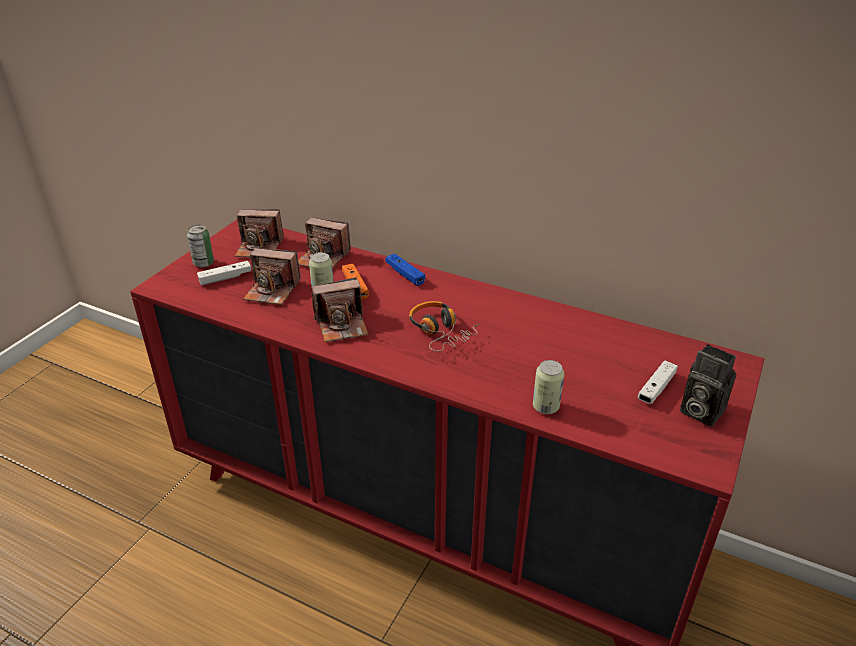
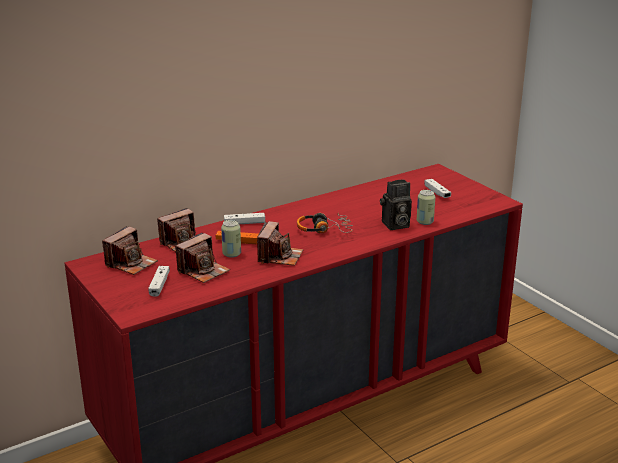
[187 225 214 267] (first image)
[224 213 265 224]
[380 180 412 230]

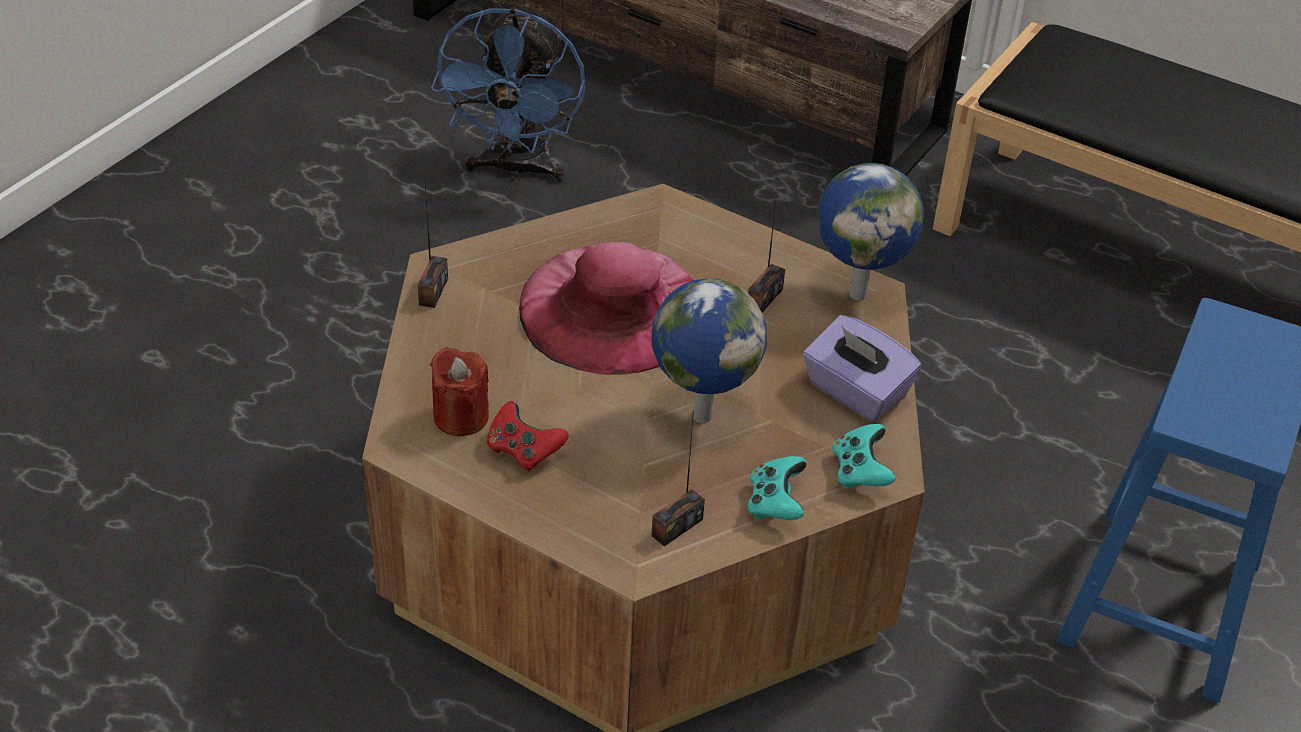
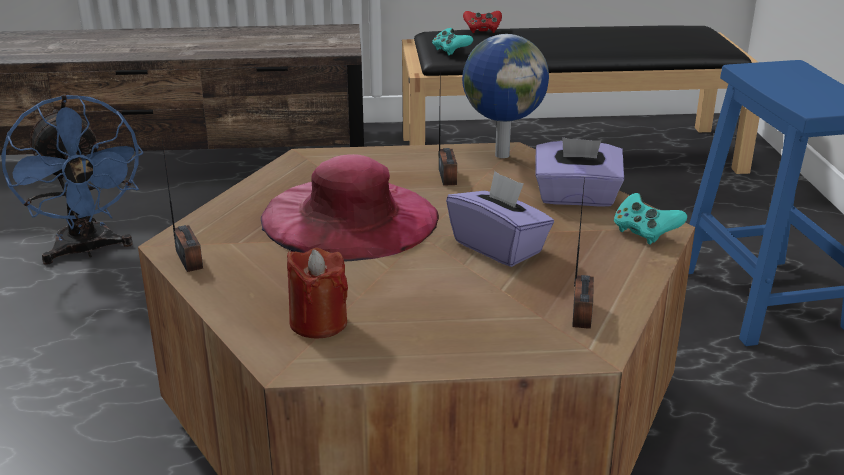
[446 171 554 267]
[463 11 502 33]
[432 28 473 55]

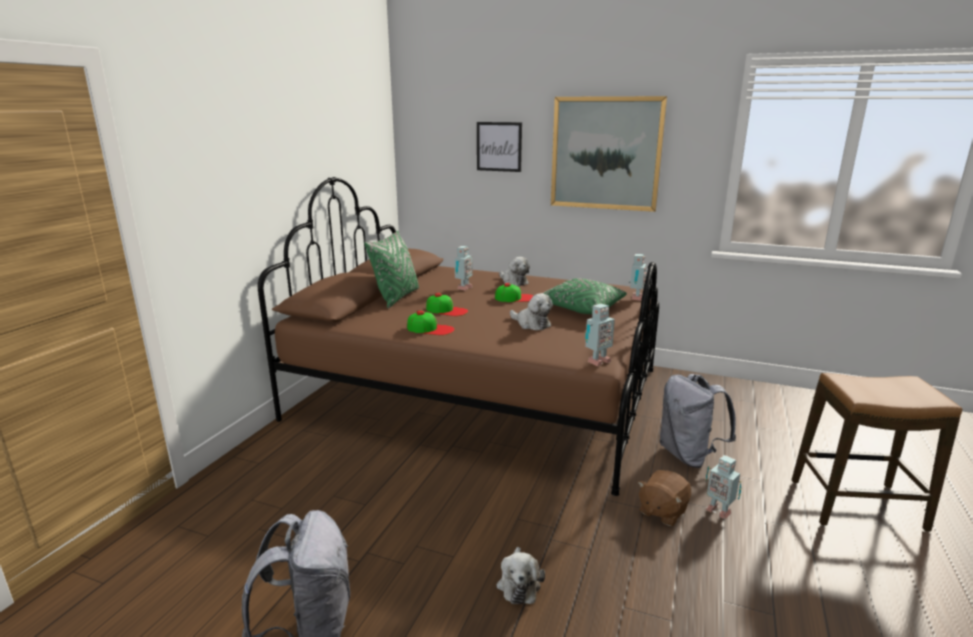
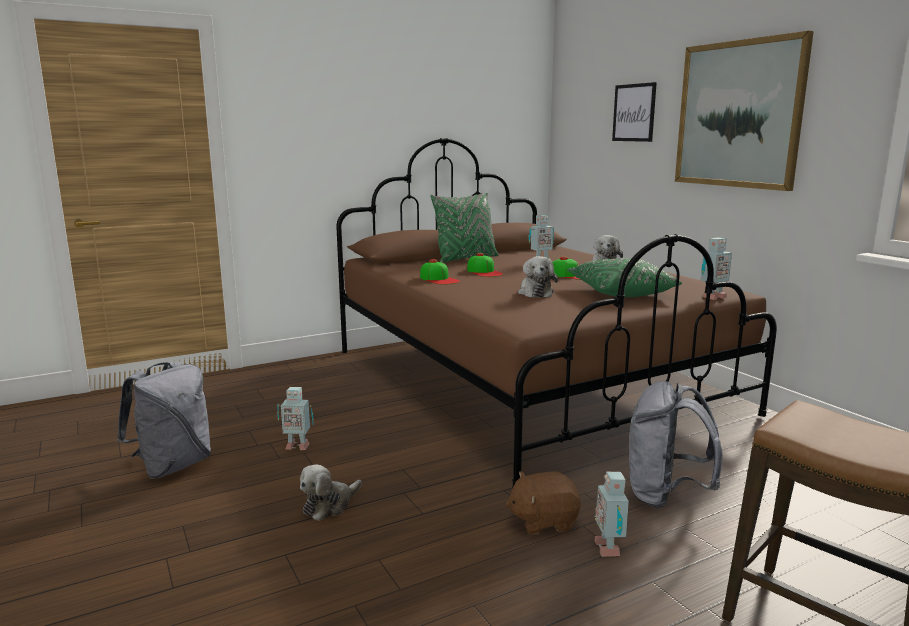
[277 387 314 450]

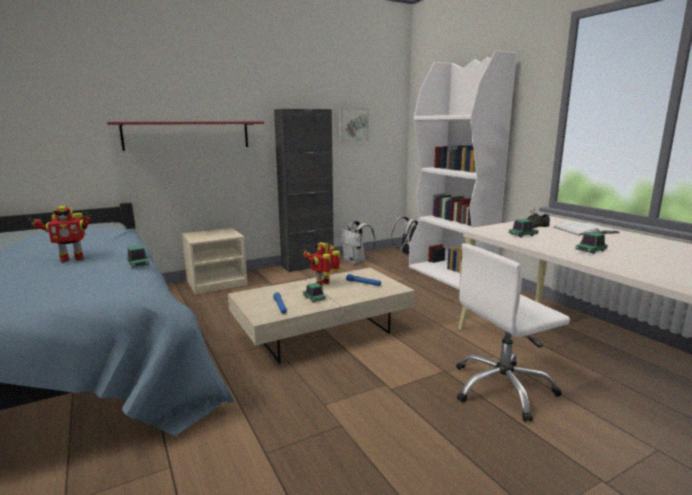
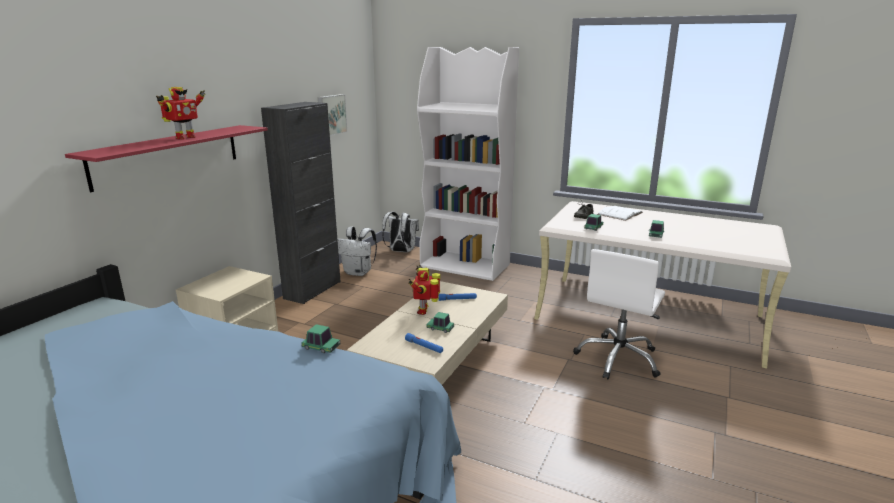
[156 87 206 140]

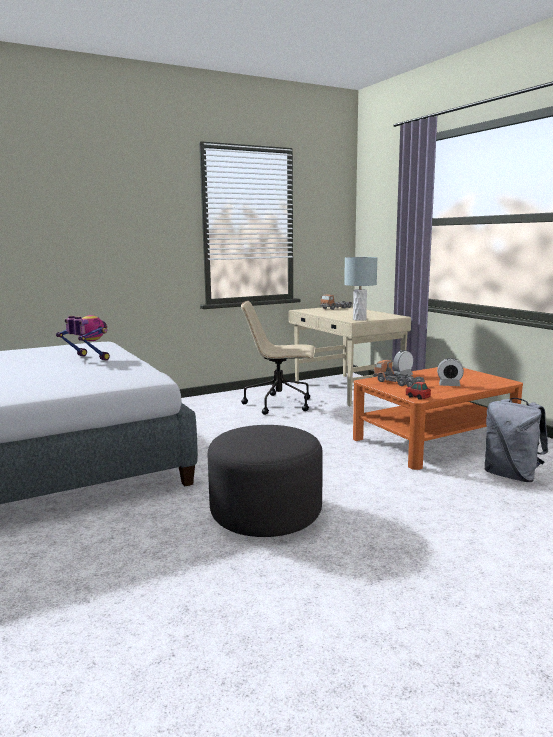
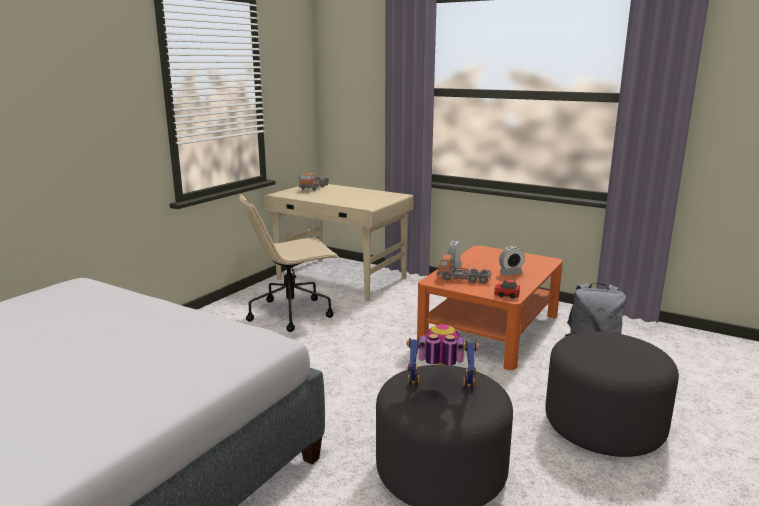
[344 257 378 321] (first image)
[407 324 479 389]
[546 332 679 457]

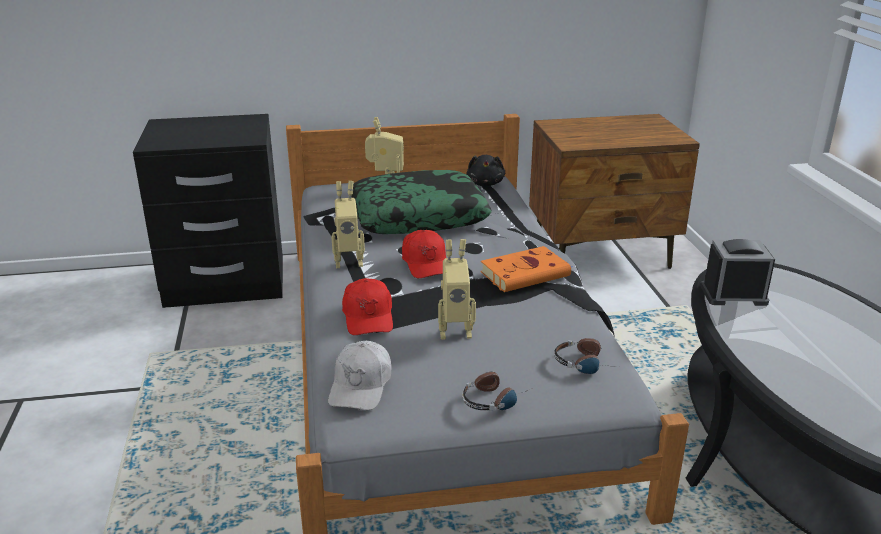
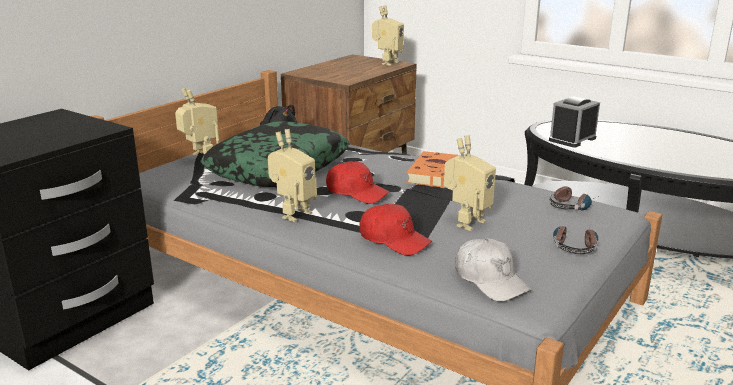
[372 5 404 66]

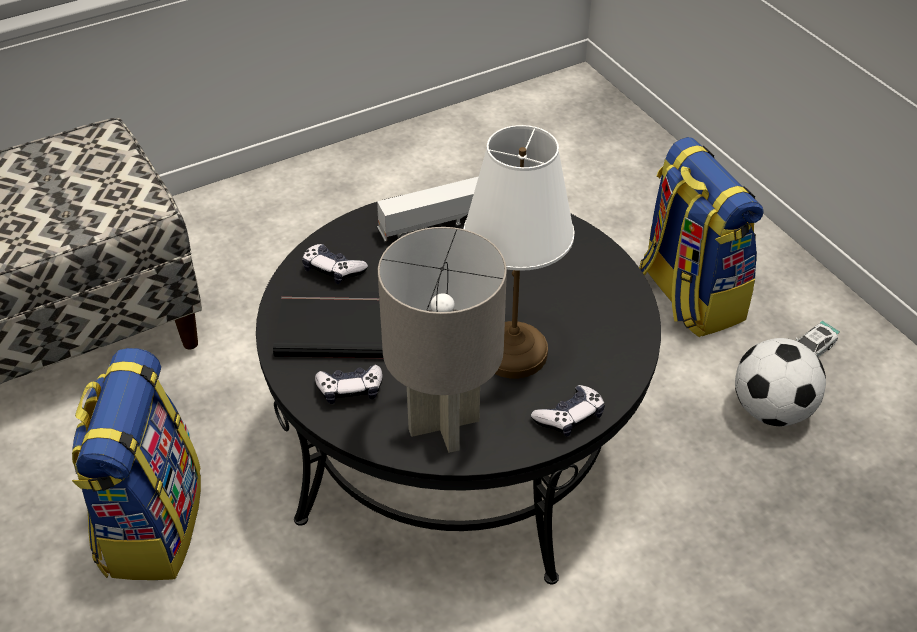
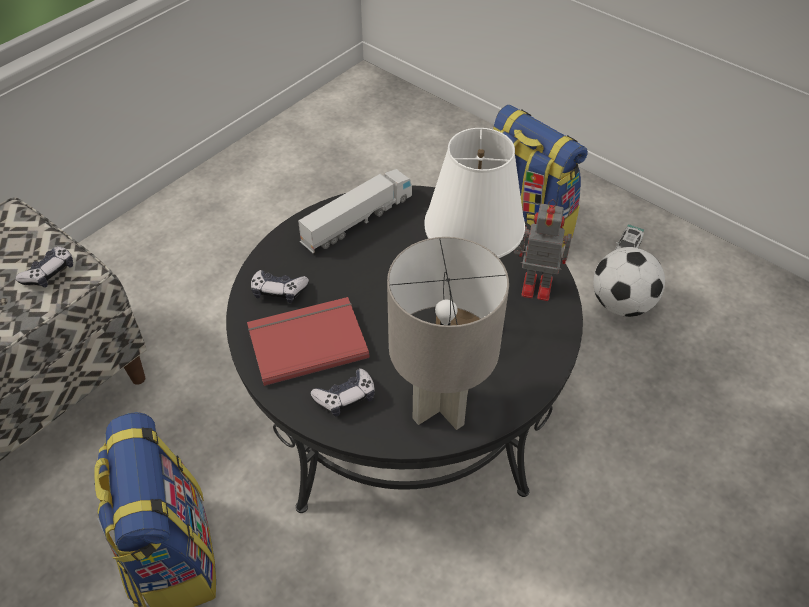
[247 297 369 386]
[16 247 73 288]
[514 199 572 301]

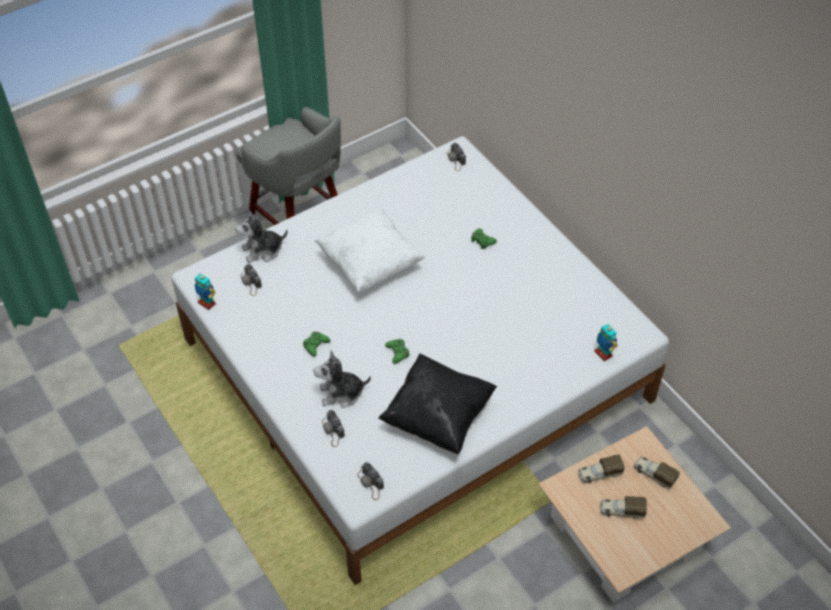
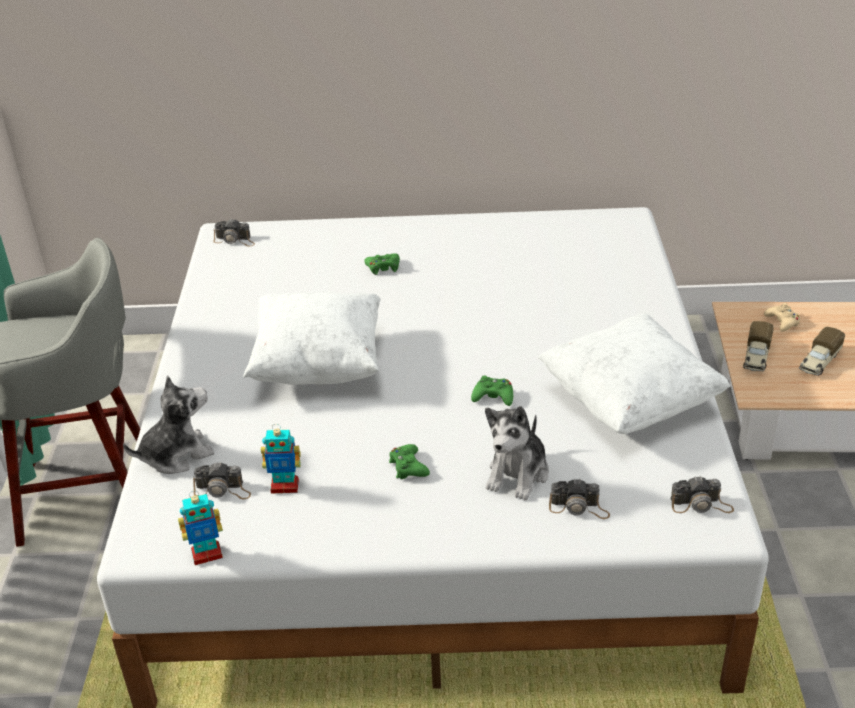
[123 375 214 474]
[261 424 301 494]
[537 313 730 434]
[764 303 800 332]

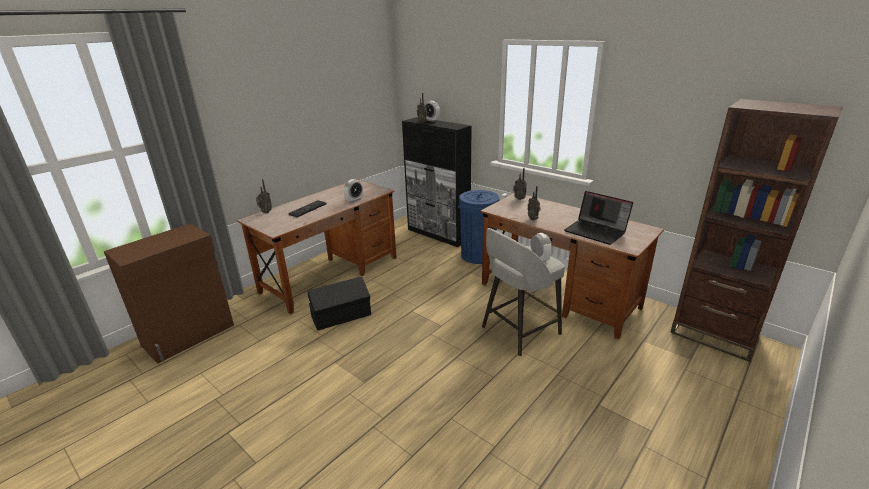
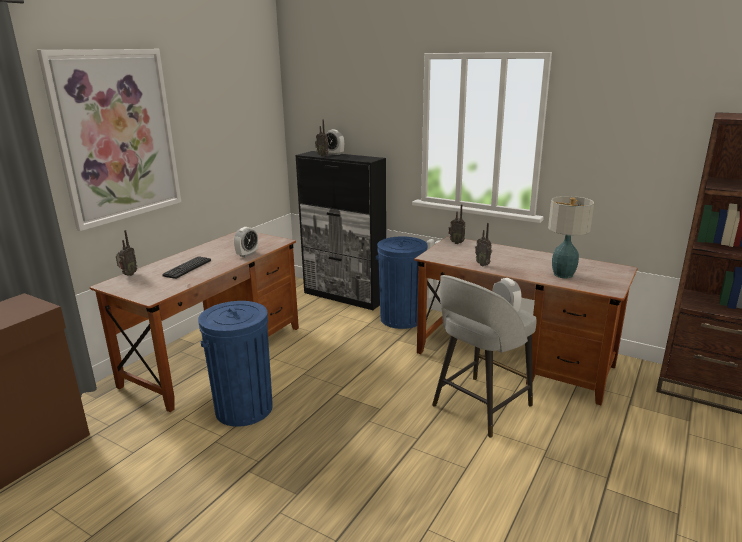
[548 196 594 278]
[198 301 273 427]
[37 49 181 231]

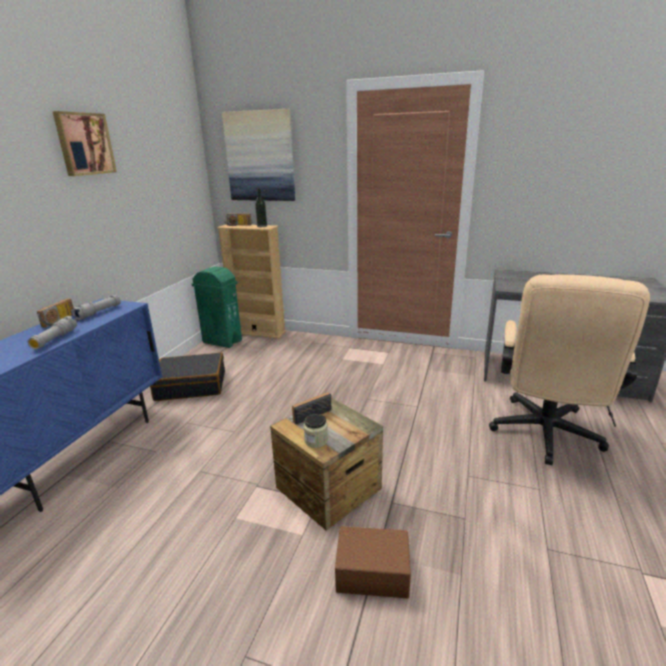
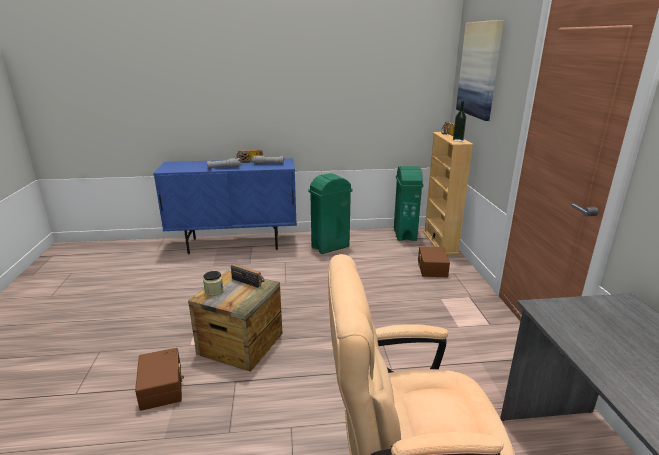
[52 111 117 176] (first image)
[308 173 353 254]
[418 246 450 277]

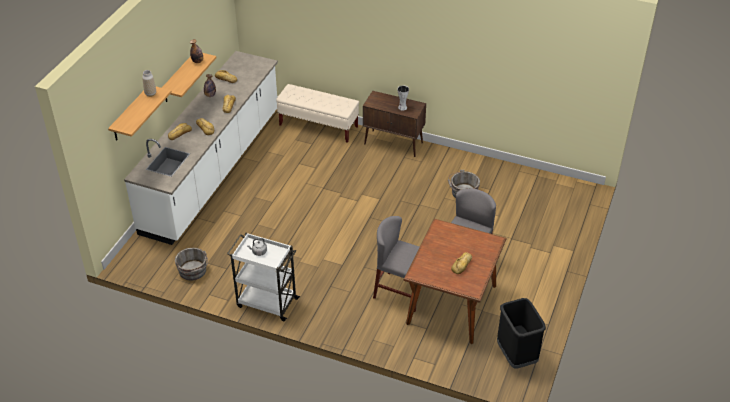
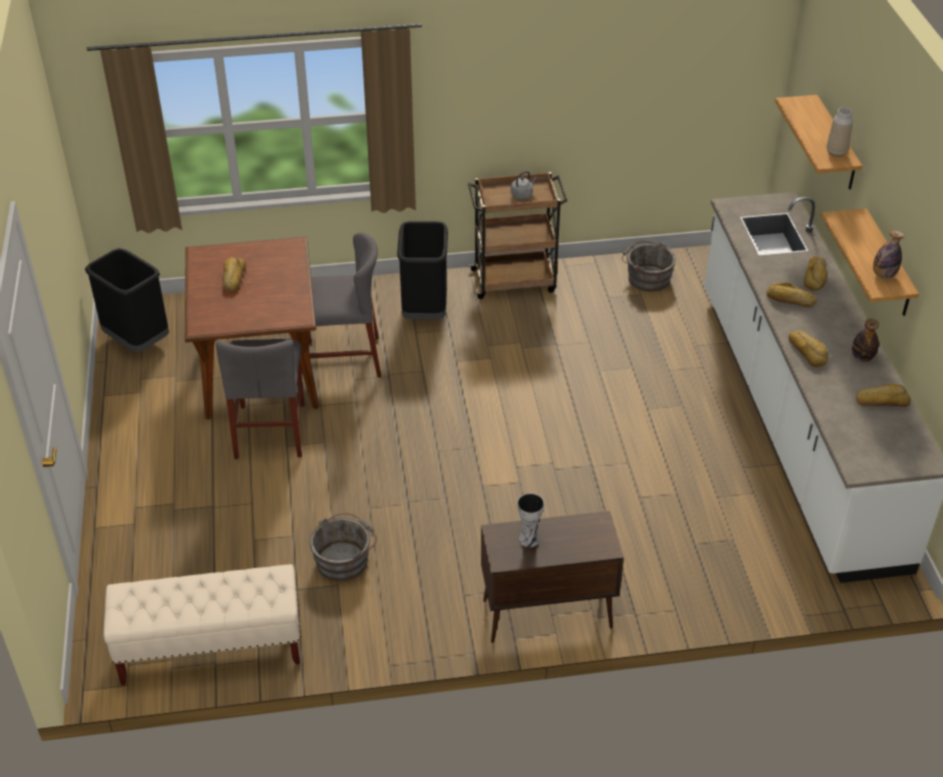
[103 564 301 685]
[468 172 567 299]
[397 221 448 319]

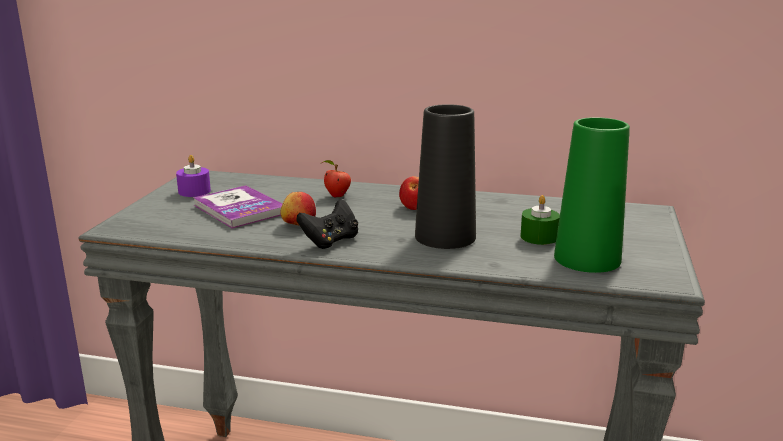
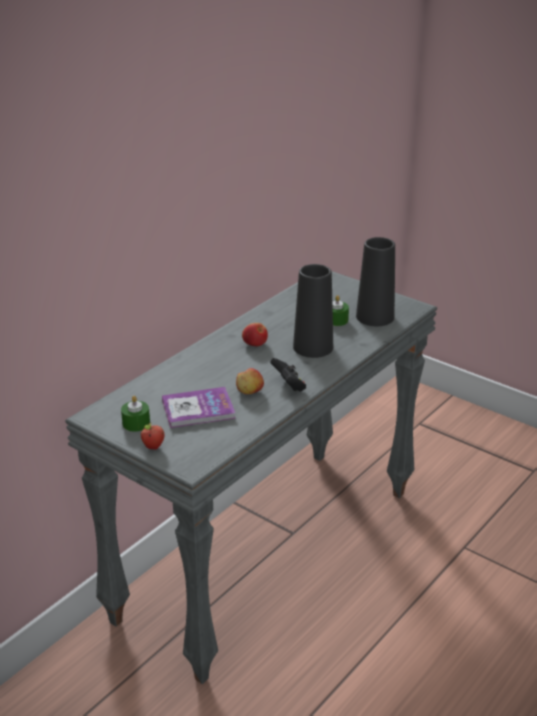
[356 237 395 326]
[121 396 150 432]
[140 423 164 450]

